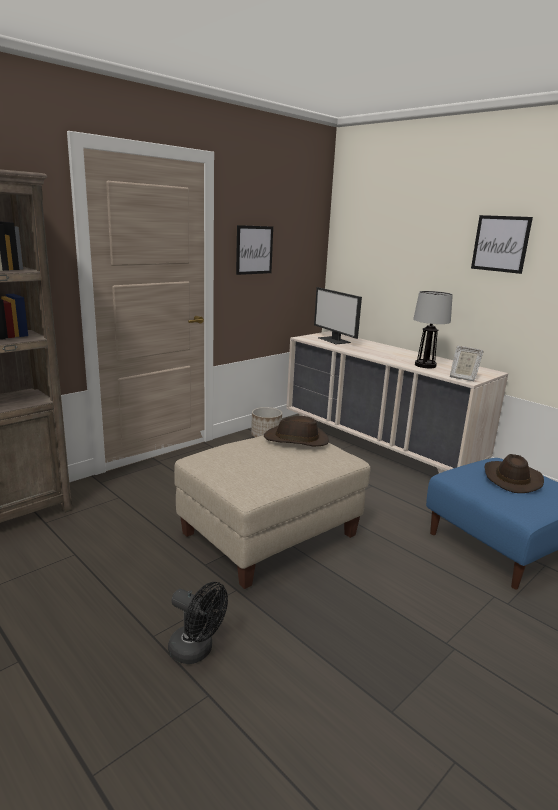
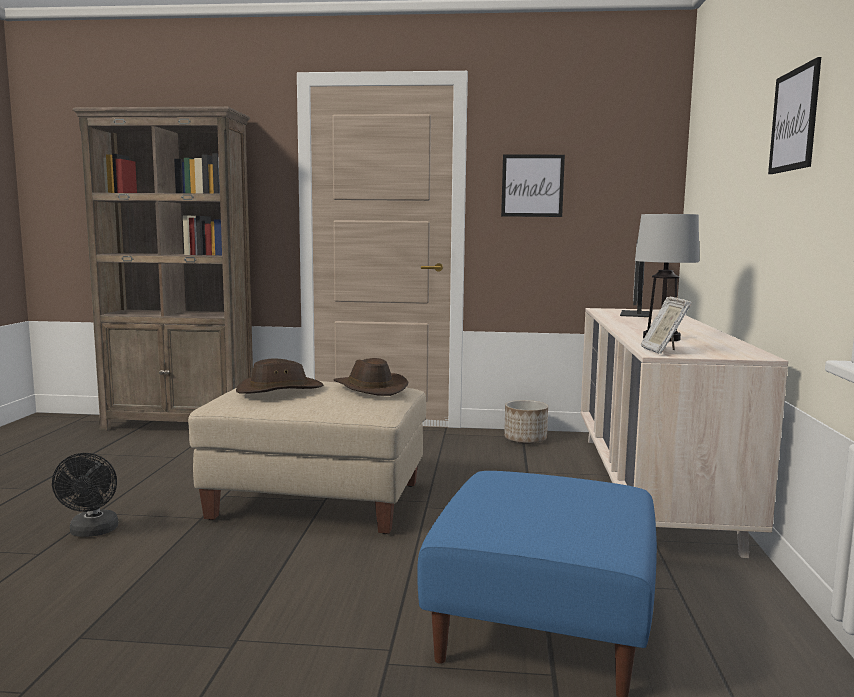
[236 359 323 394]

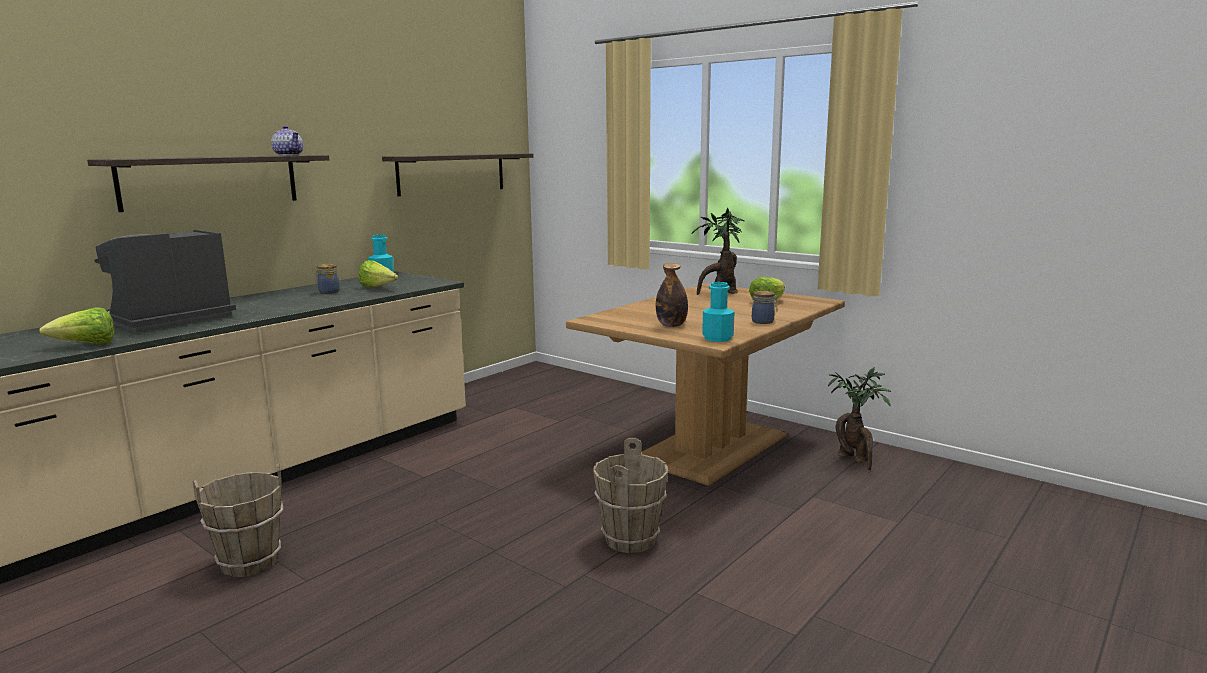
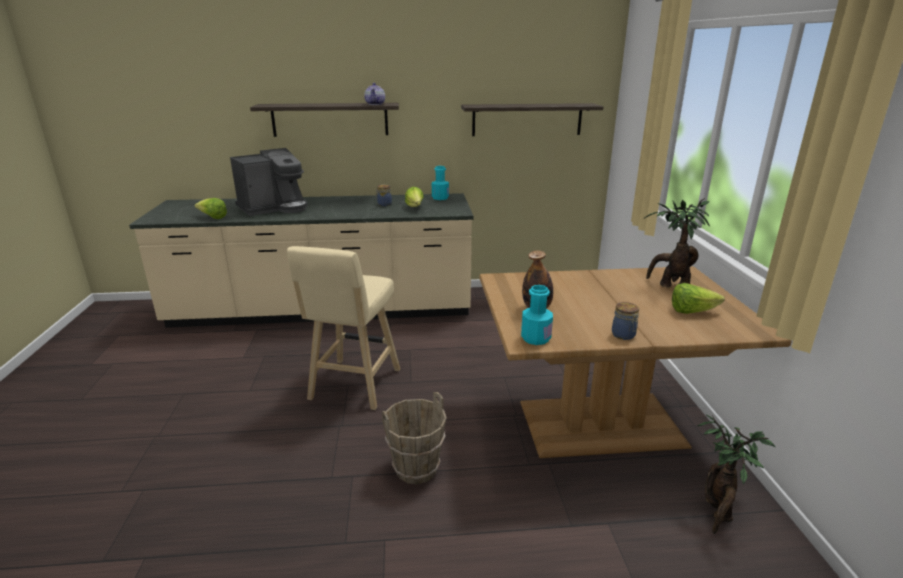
[230 148 308 216]
[192 463 283 577] (first image)
[287 246 400 410]

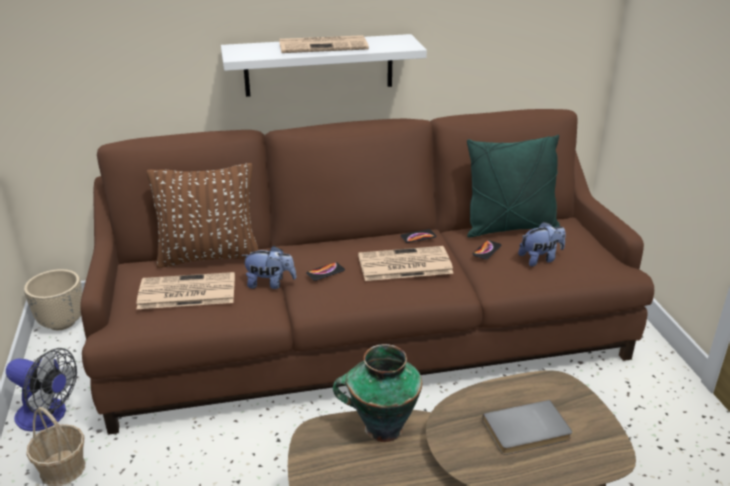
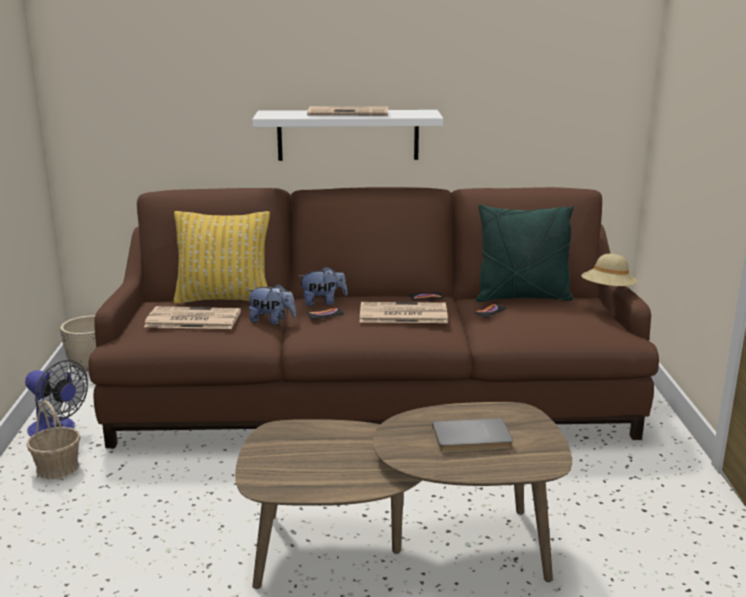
[174 211 270 304]
[298 266 348 306]
[333 344 422 442] (first image)
[581 254 638 286]

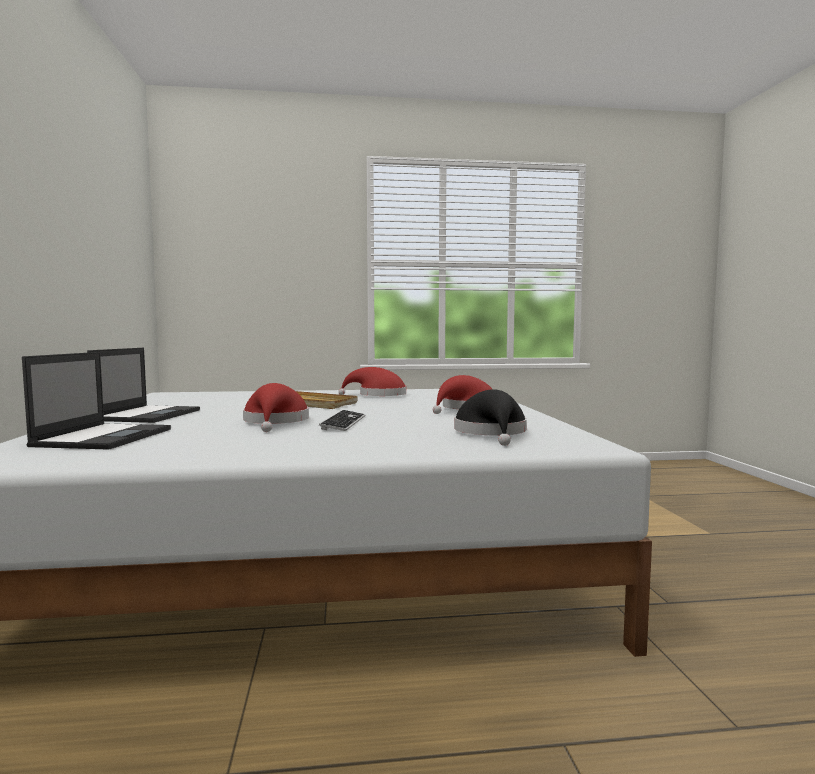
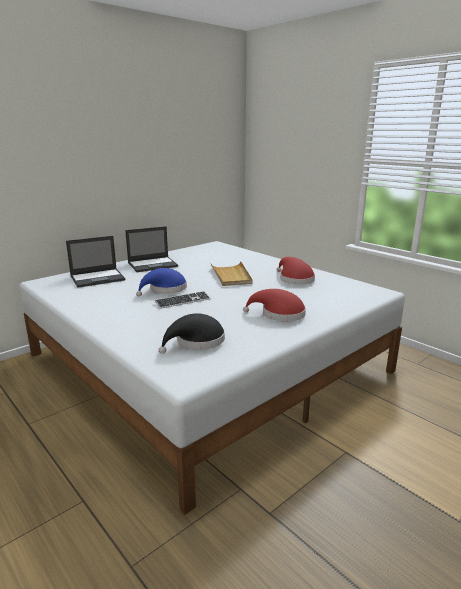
[136 268 187 296]

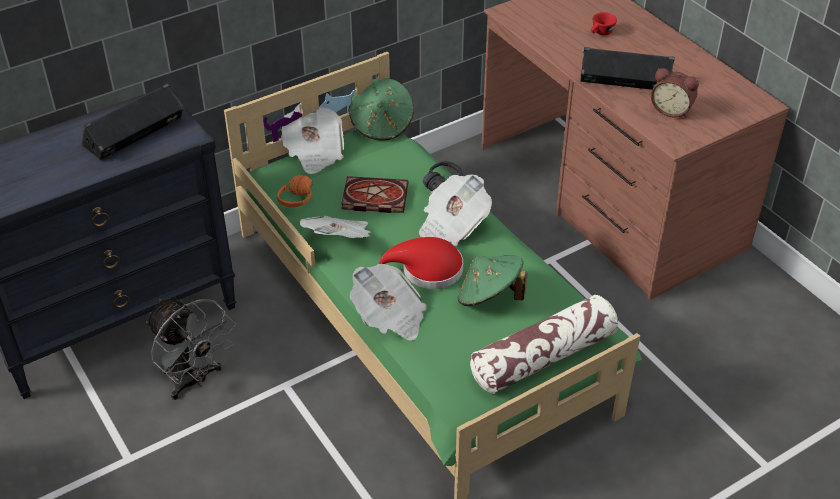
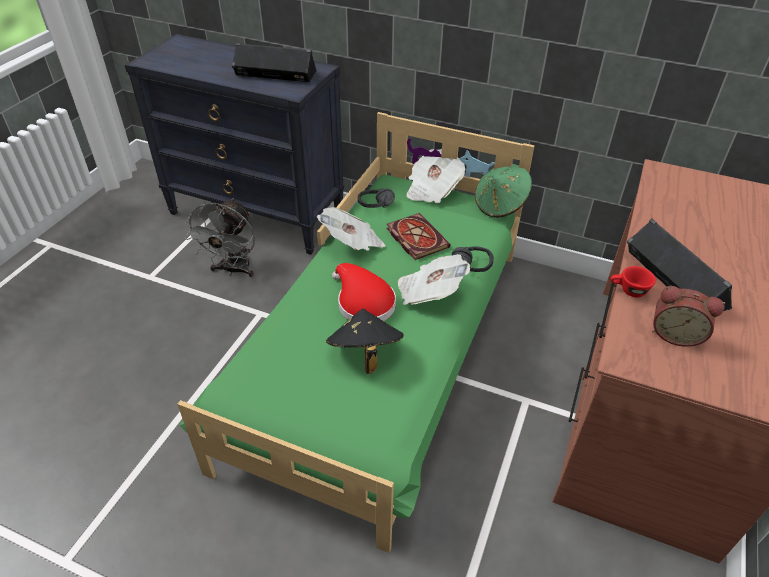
[611 266 656 297]
[652 286 725 347]
[358 188 395 208]
[326 309 404 374]
[349 264 427 341] (first image)
[470 295 618 394] (first image)

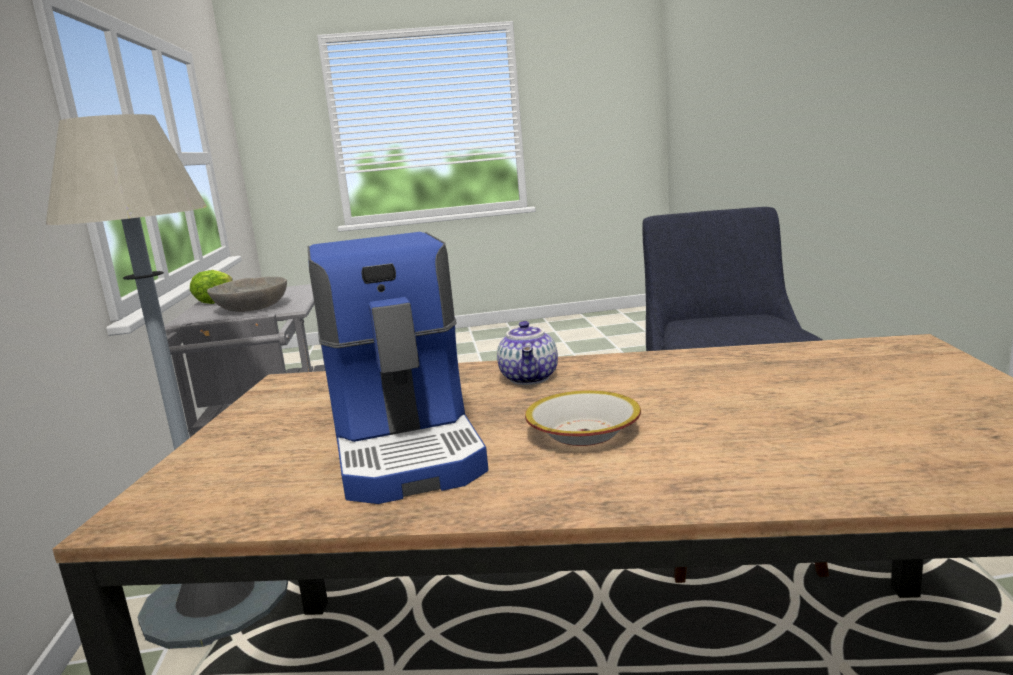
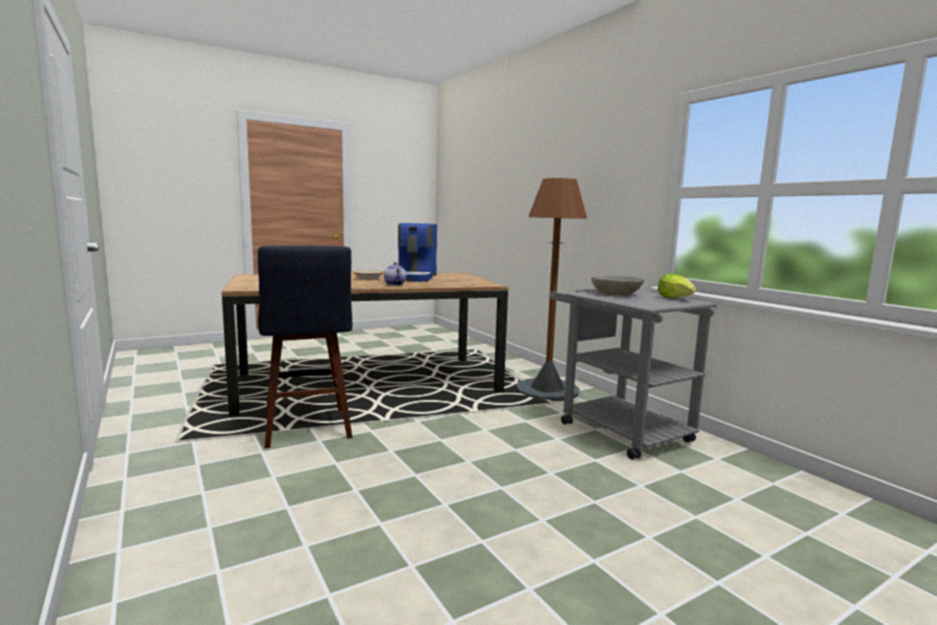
[516 178 587 401]
[398 223 437 282]

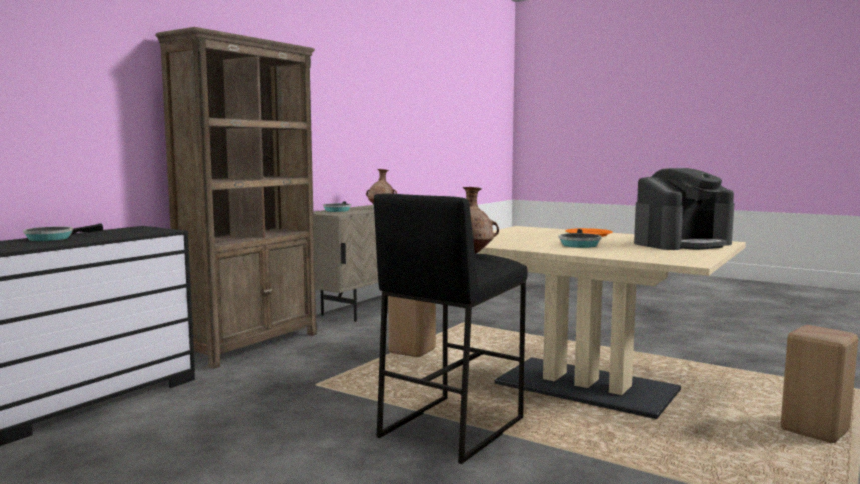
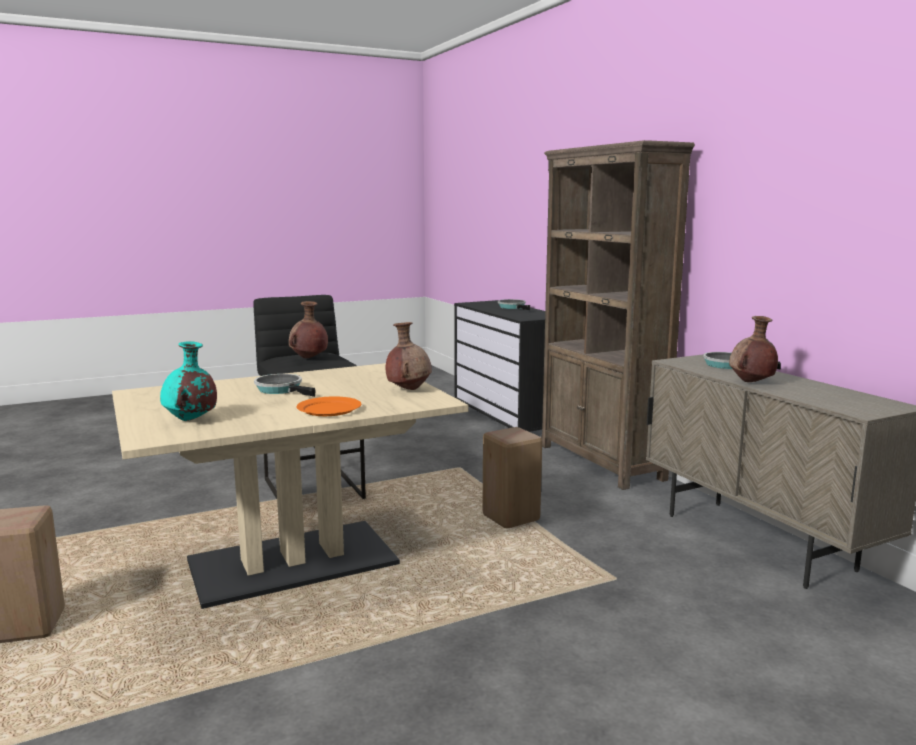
[160 341 217 421]
[386 322 432 390]

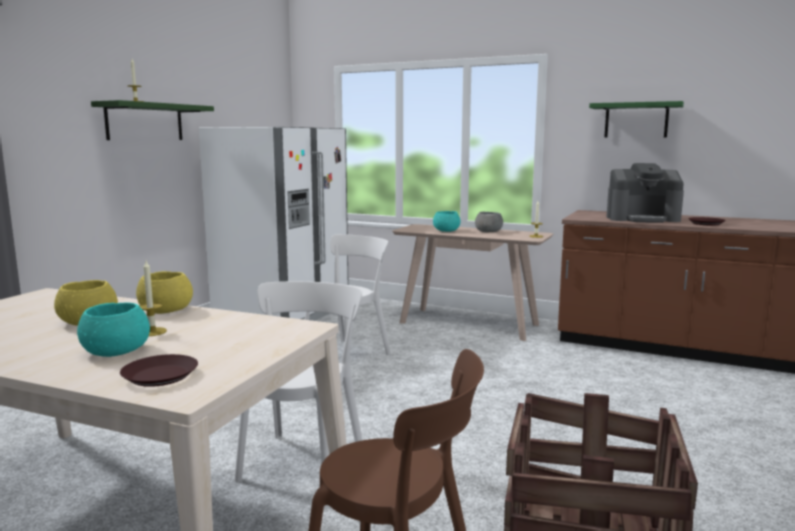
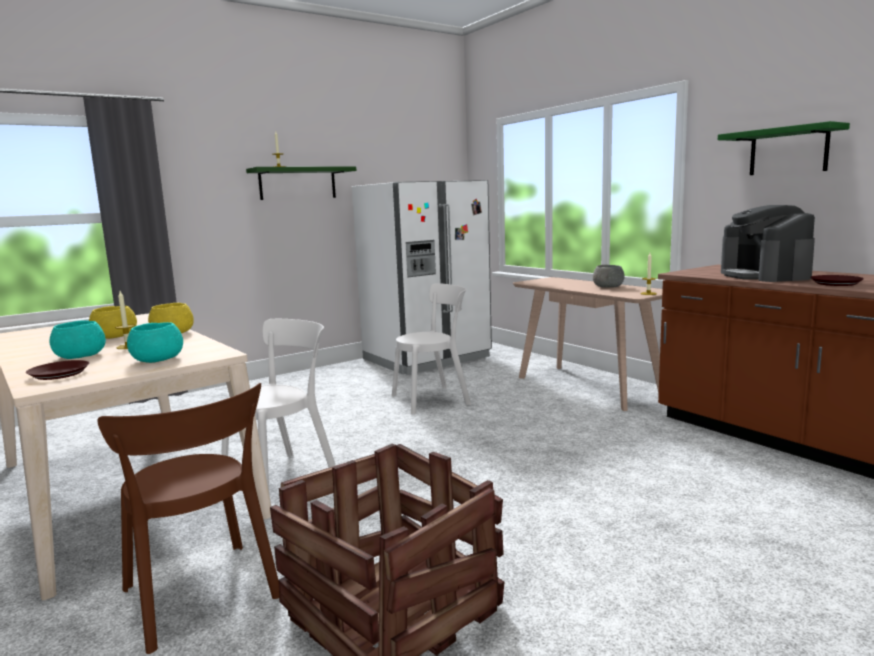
[721 205 815 282]
[127 322 183 363]

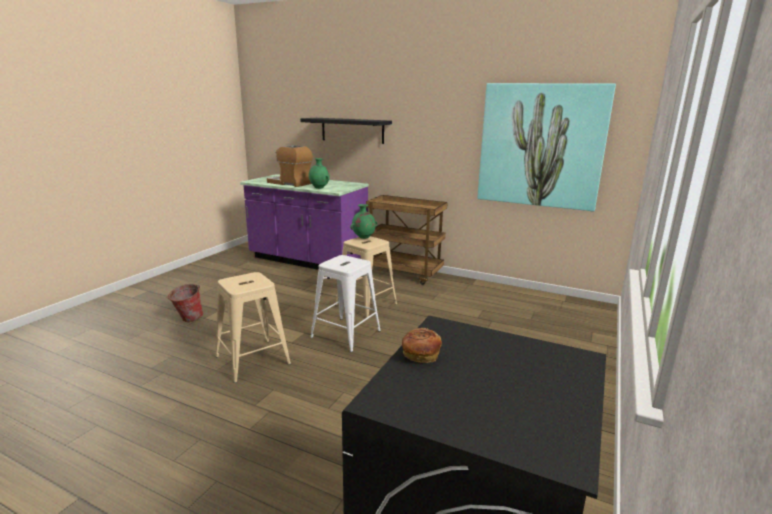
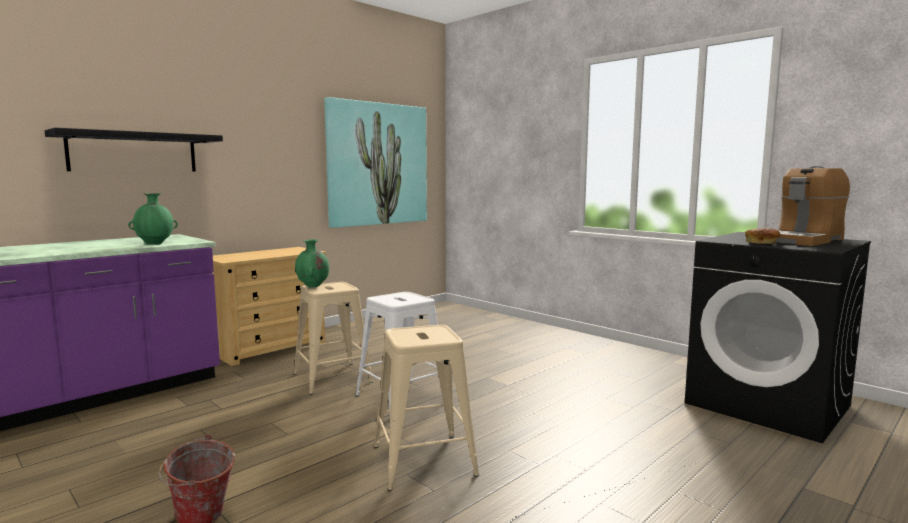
[774 166 850 246]
[212 247 326 366]

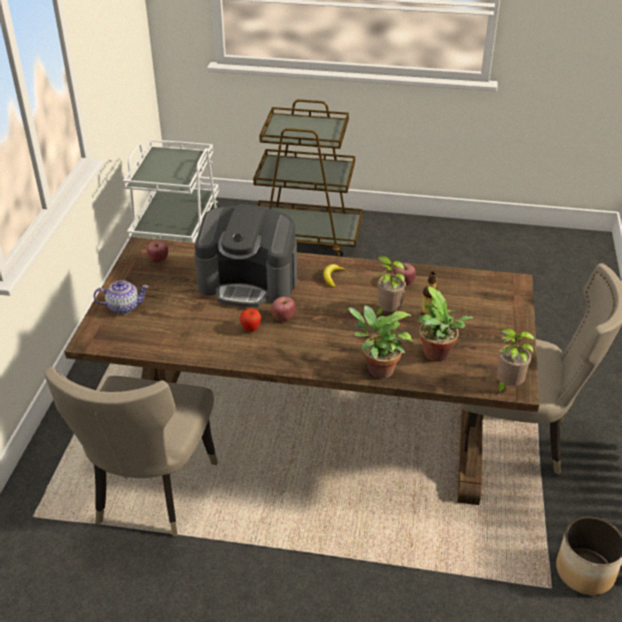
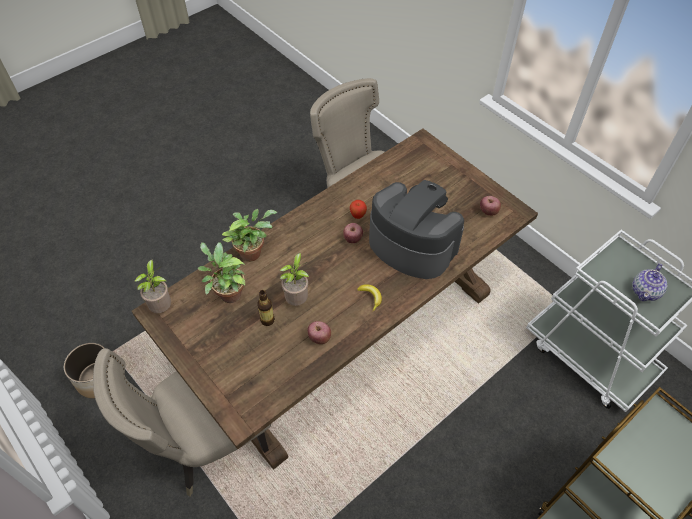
[369 180 464 279]
[632 263 667 301]

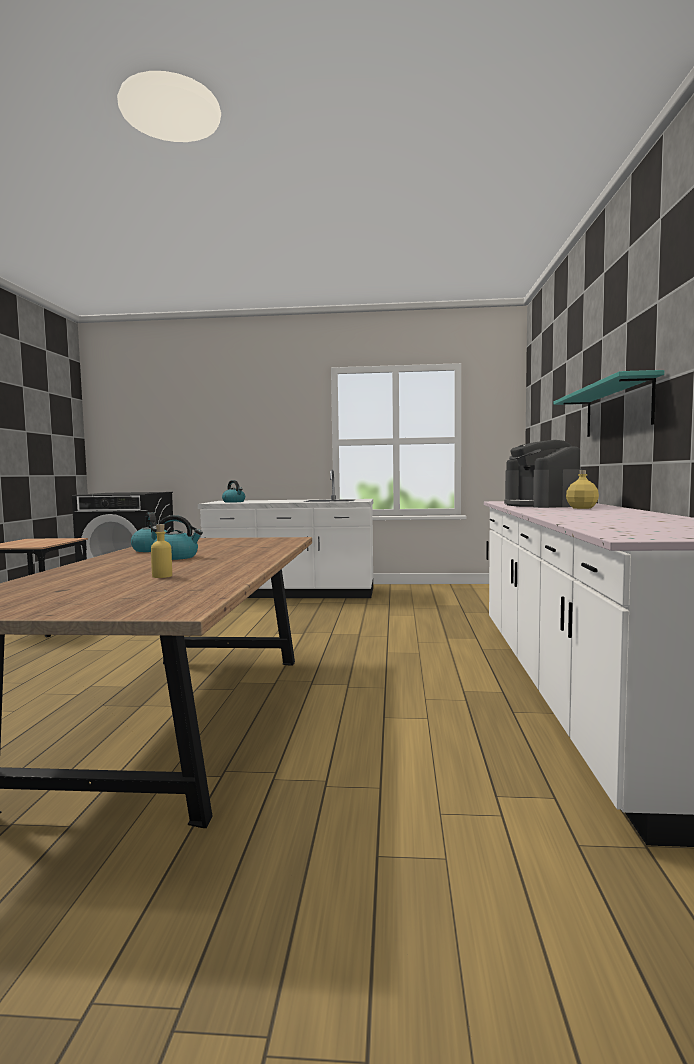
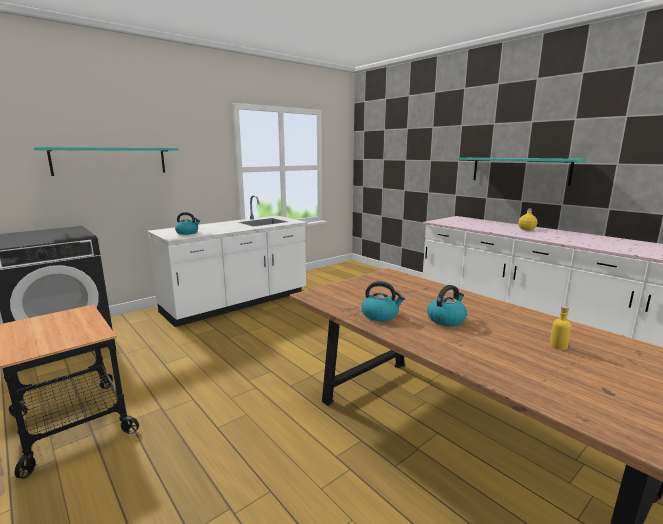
[504 440 581 508] (first image)
[33 147 178 176]

